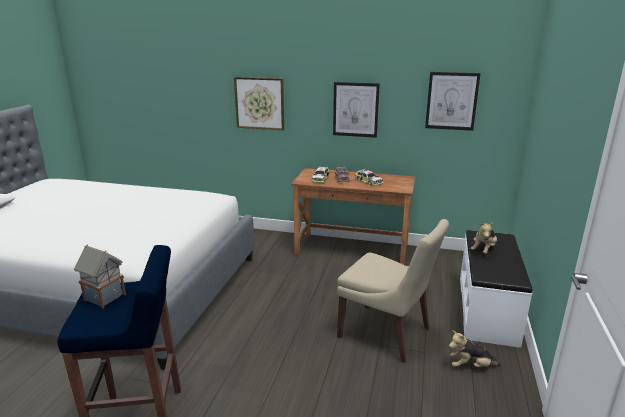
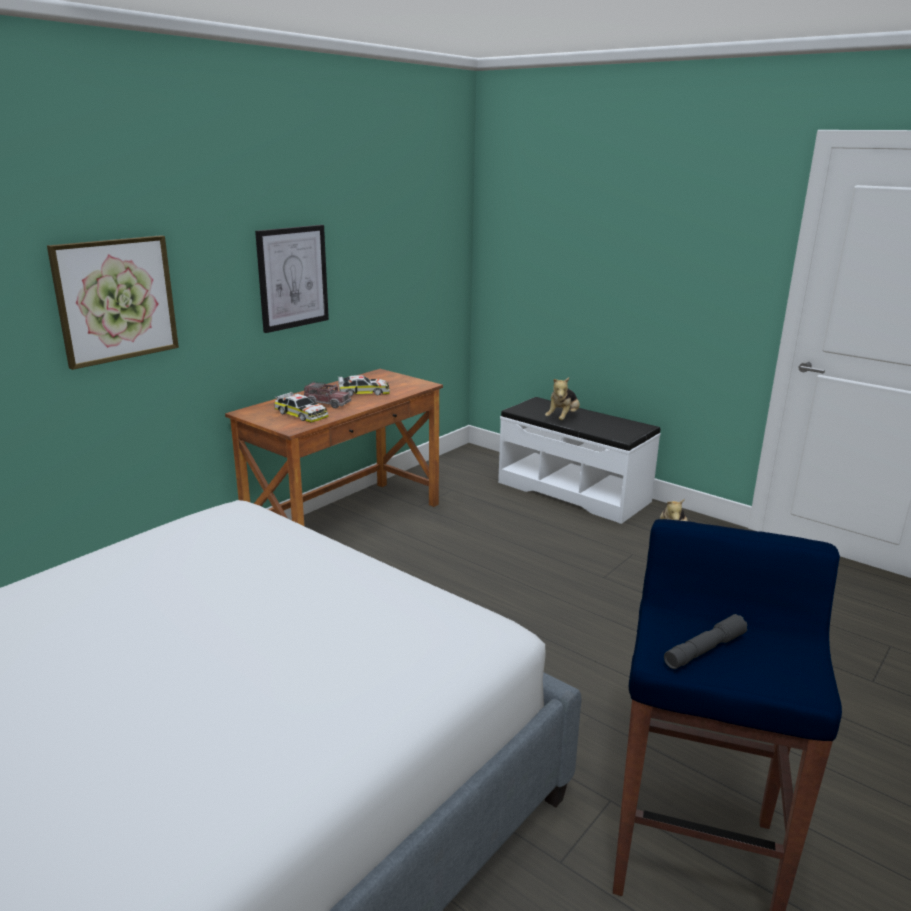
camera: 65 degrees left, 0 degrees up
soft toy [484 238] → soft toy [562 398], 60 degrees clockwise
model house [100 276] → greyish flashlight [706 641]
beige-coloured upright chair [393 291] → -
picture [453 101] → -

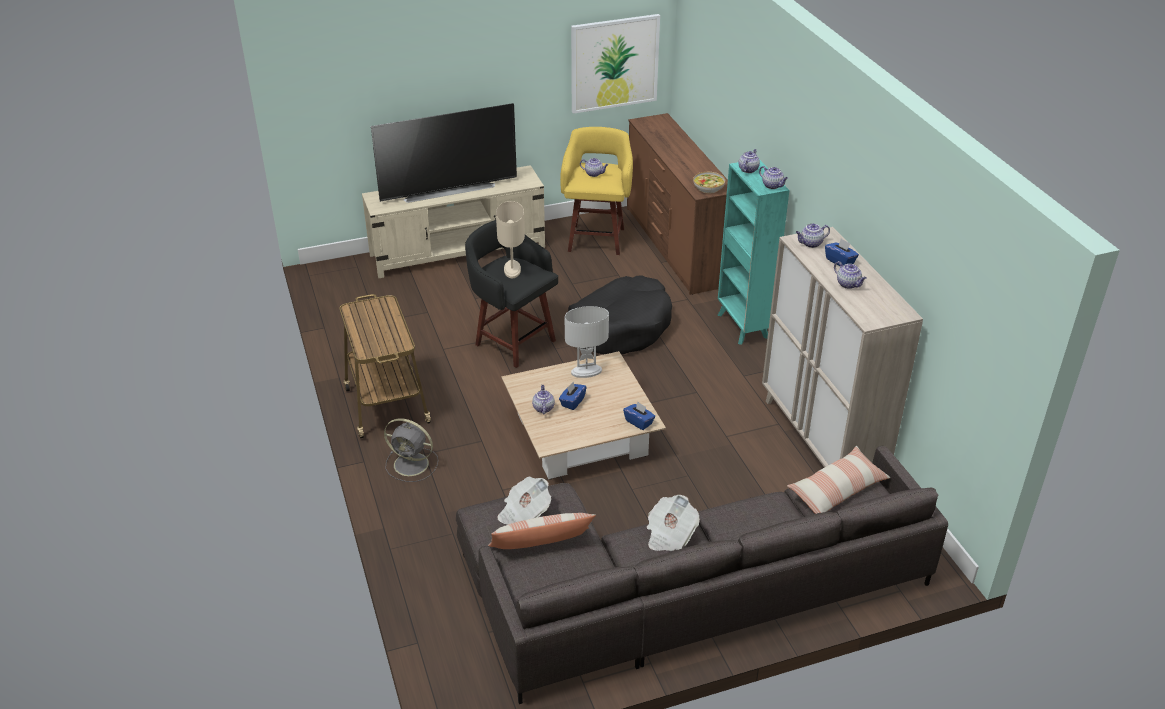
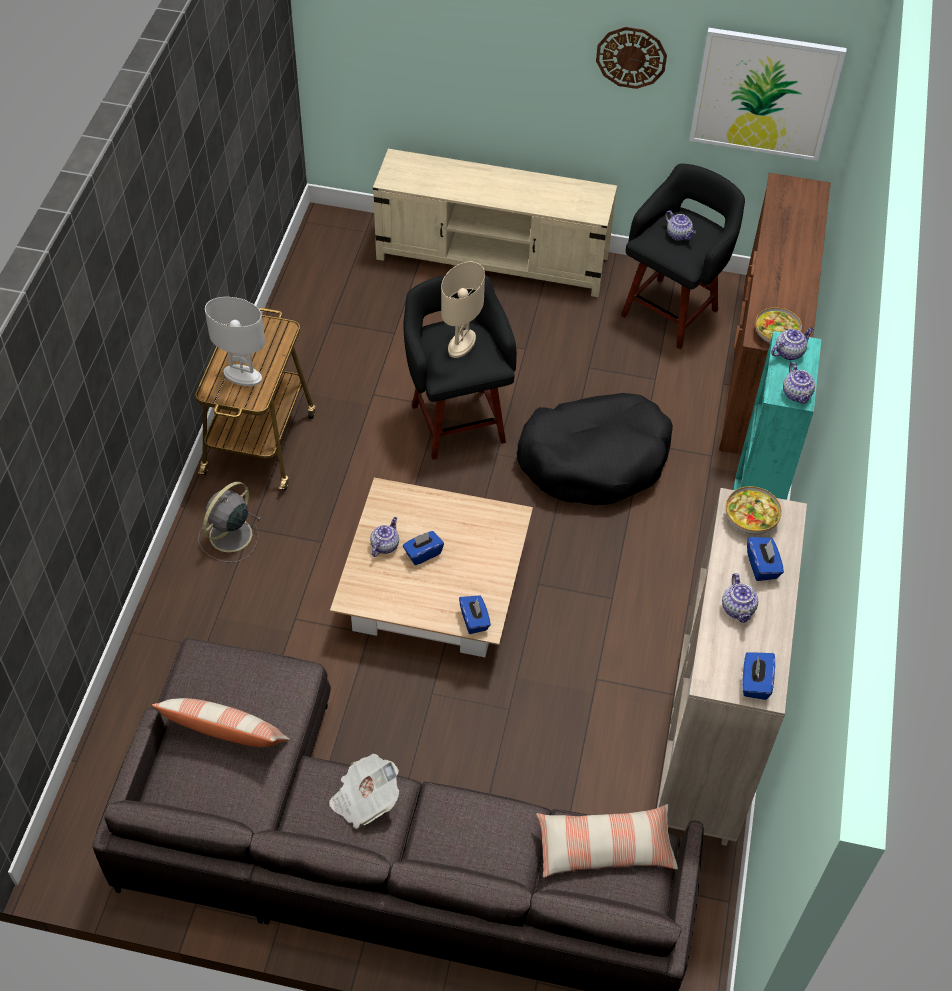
camera: 30 degrees right, 15 degrees up
greyish cooling fan [411 450] → greyish cooling fan [229 522], 75 degrees clockwise
whitish table lamp [587 342] → whitish table lamp [235 341], moved
- → wall clock [631 58]
yellowish stool seat [596 191] → black stool seat [683 256]
teapot [813 236] → bowl [754 510]
- → blue tissue box [758 676]
television [444 153] → -
printed paper [524 500] → -

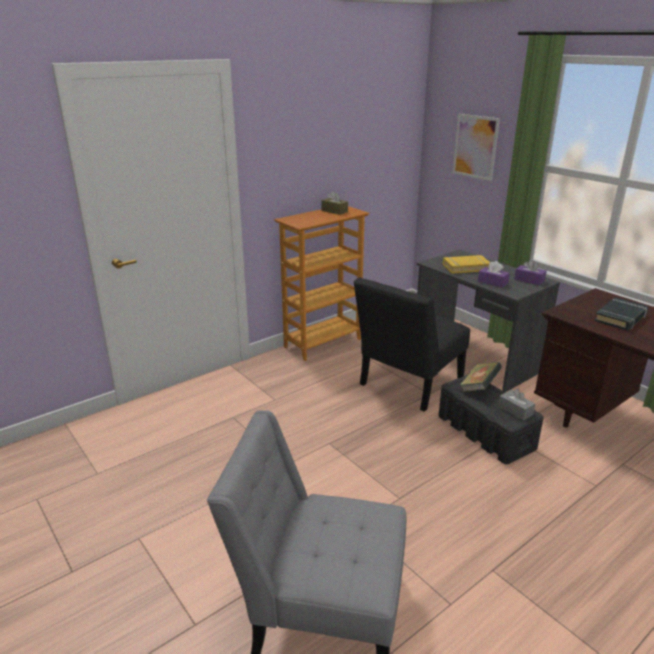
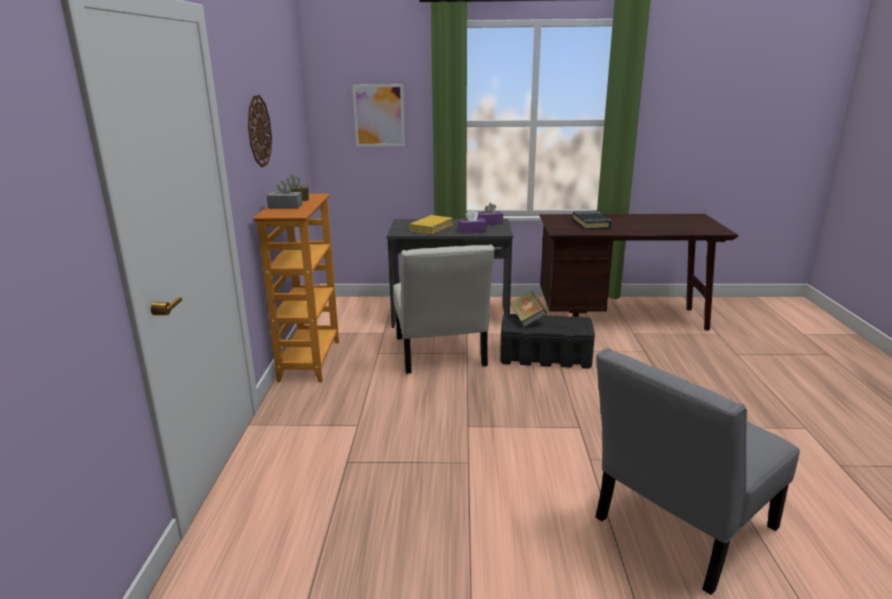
camera: 50 degrees left, 5 degrees down
- → wall clock [260 131]
greyish tissue box [516 405] → greyish tissue box [284 195], moved
black upright chair [411 344] → whitish upright chair [444 309]

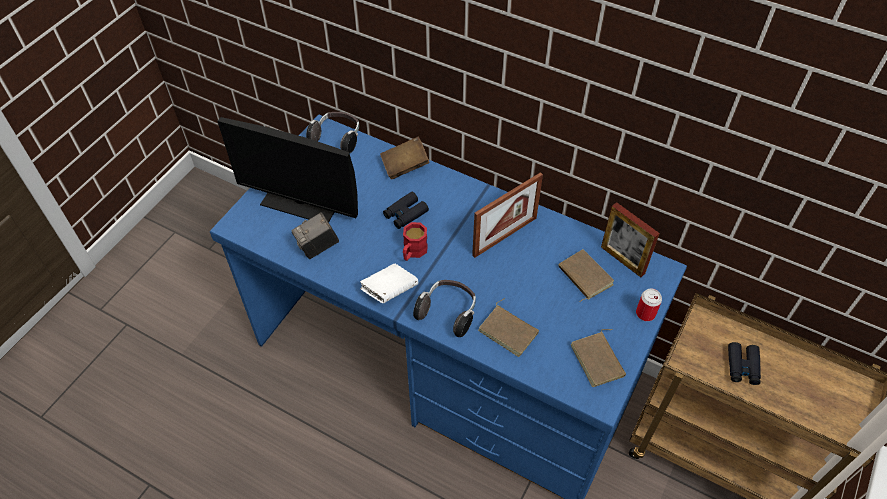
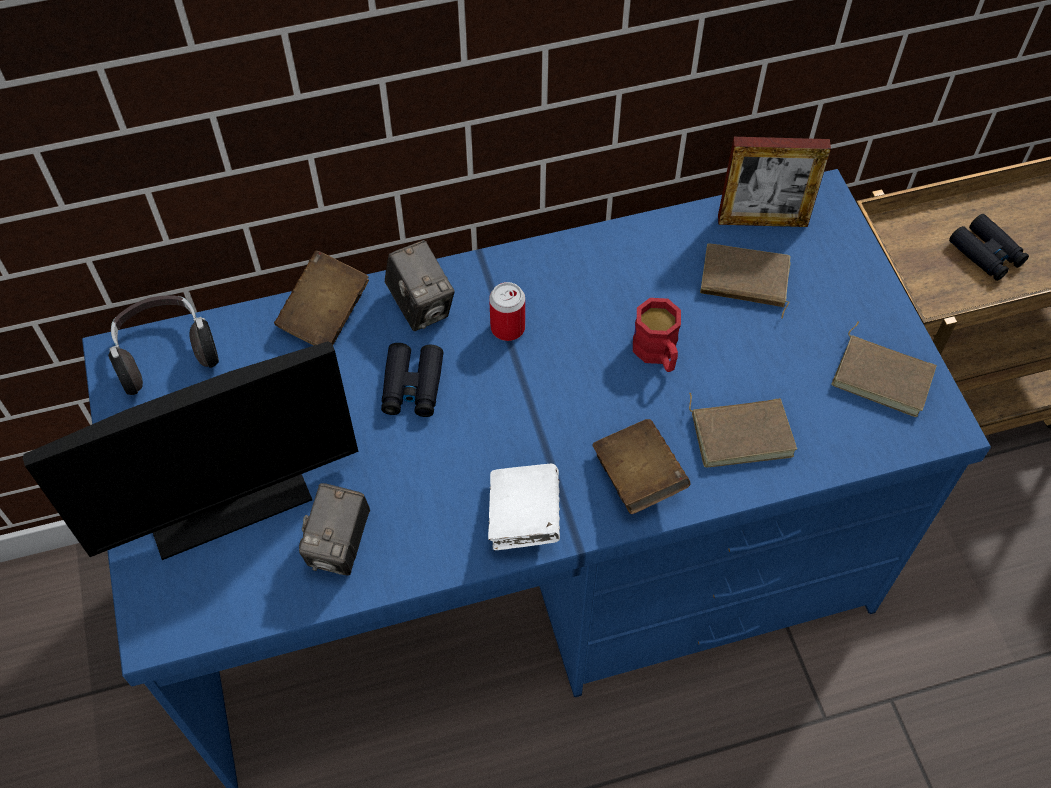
camera: 45 degrees left, 5 degrees up
- → still camera [420 285]
metal can [649 305] → metal can [507 311], moved
pair of headphones [444 308] → brown volume [641 466]
reddish mug [415 241] → reddish mug [657 335], moved
standing frame [507 215] → -

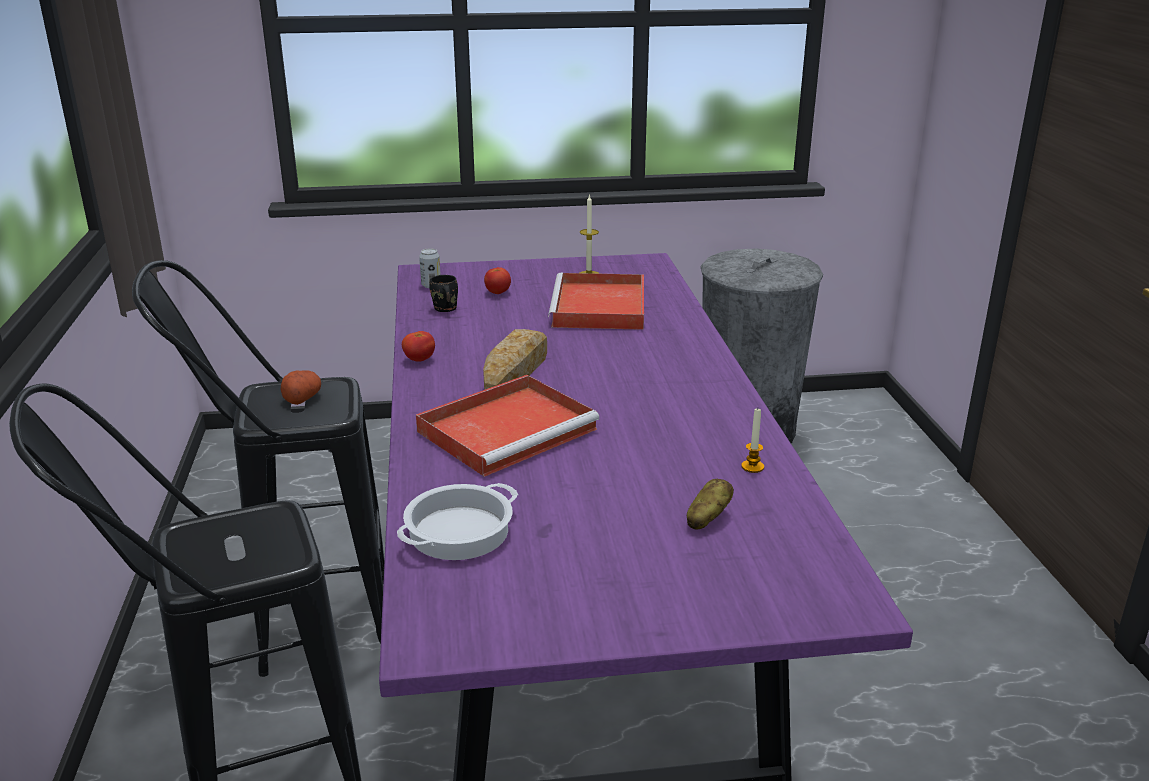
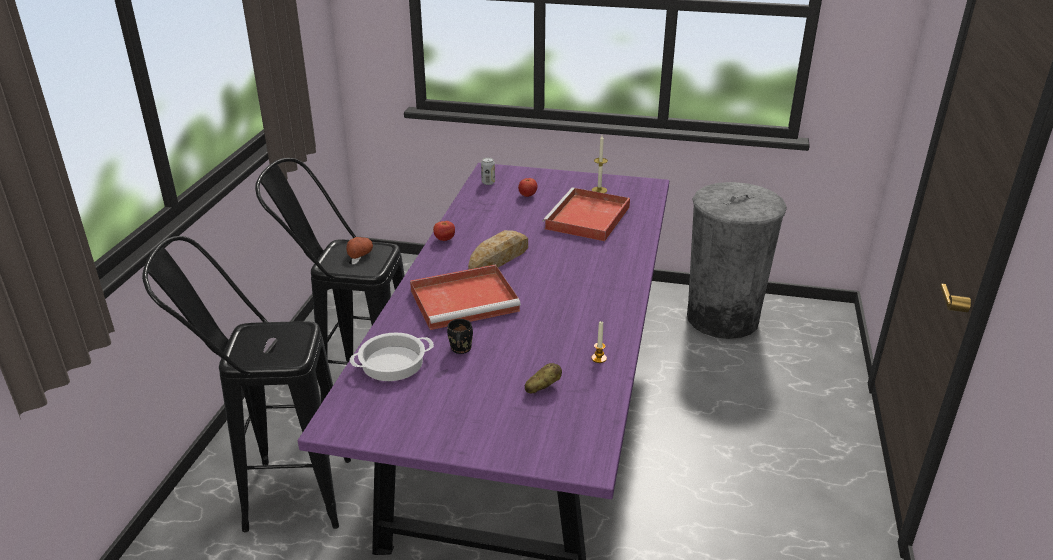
camera: 20 degrees right, 5 degrees up
black mug [443 293] → black mug [460 336], moved

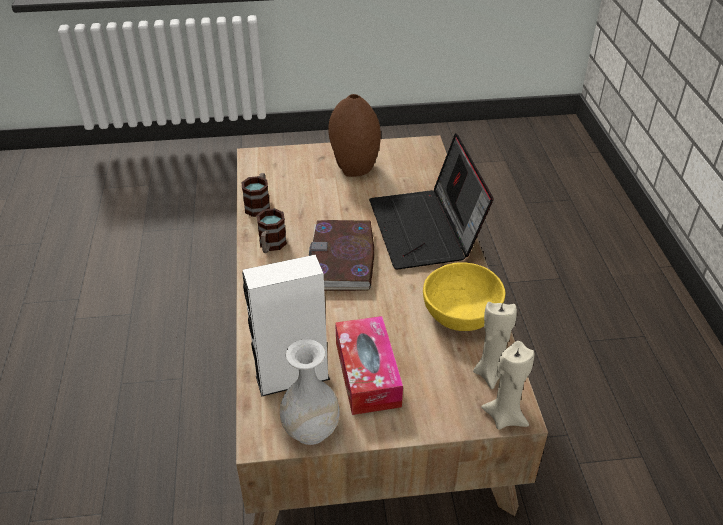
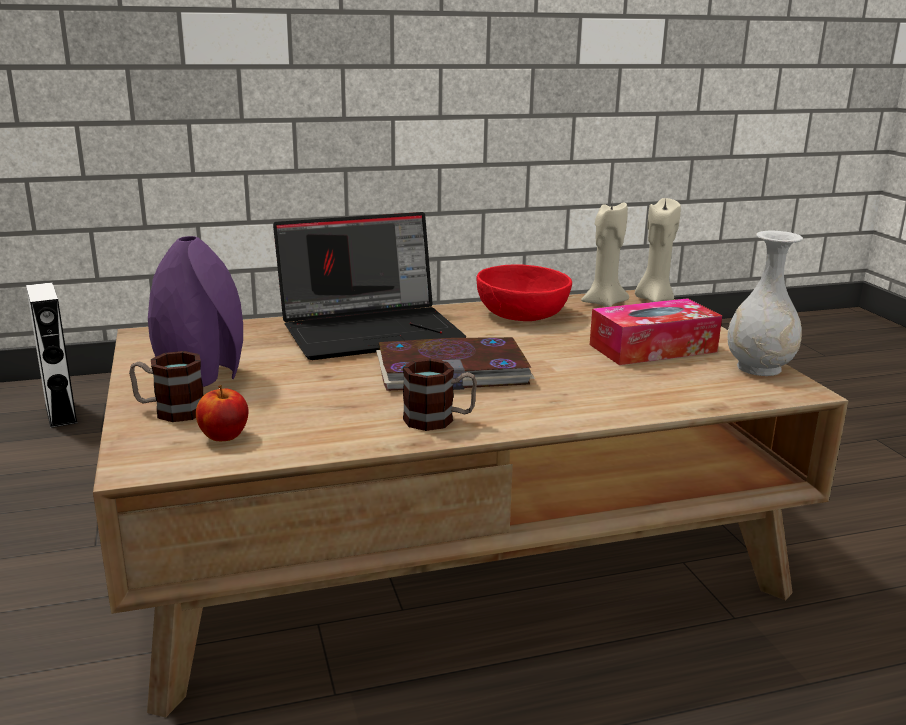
camera: 100 degrees left, 20 degrees down
whitish loudspeaker [286 325] → whitish loudspeaker [52 355], moved
mug [255 195] → mug [166 386], moved
brown flower vase [354 135] → purple flower vase [195 311]
- → whole apple [222 413]
yellowish bowl [464 296] → reddish bowl [524 293]

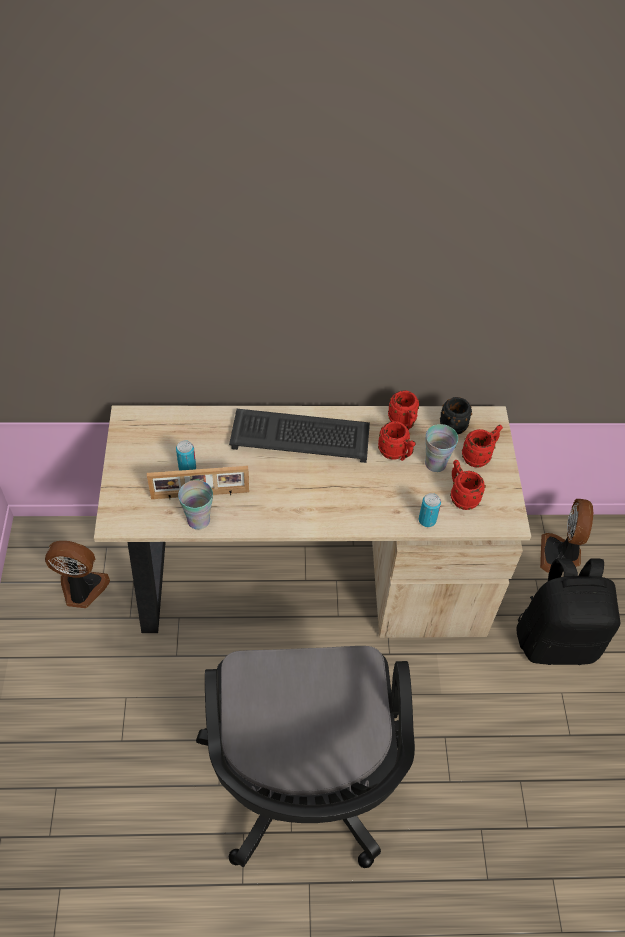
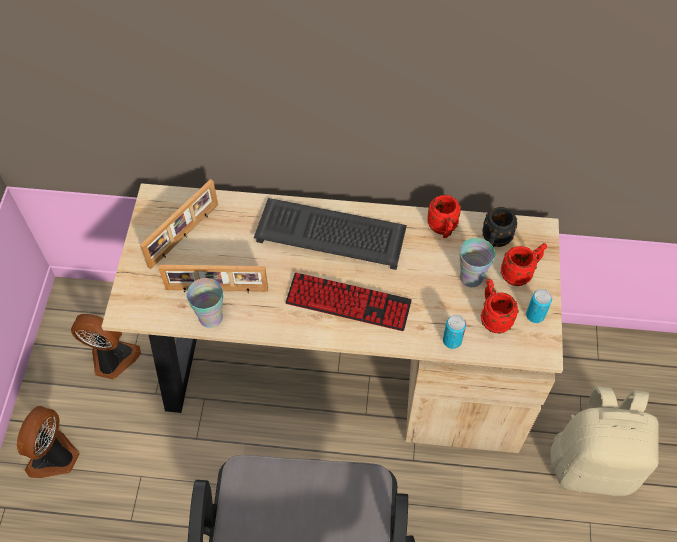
camera: 10 degrees right, 5 degrees up
cooling fan [566 536] → cooling fan [48 442], moved
- → standing frame [179 224]
- → keyboard [348 302]
metal can [186 455] → metal can [539 306], moved
black rucksack [568 611] → beige-coloured rucksack [605 441]
reddish mug [397 441] → -

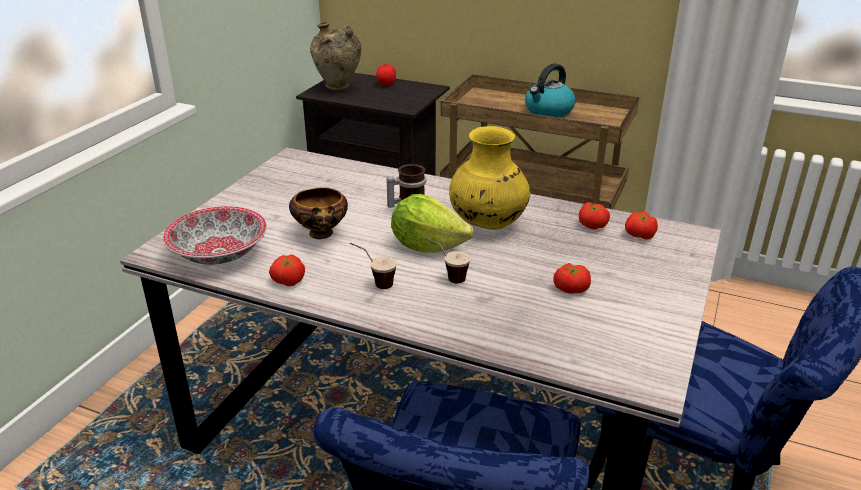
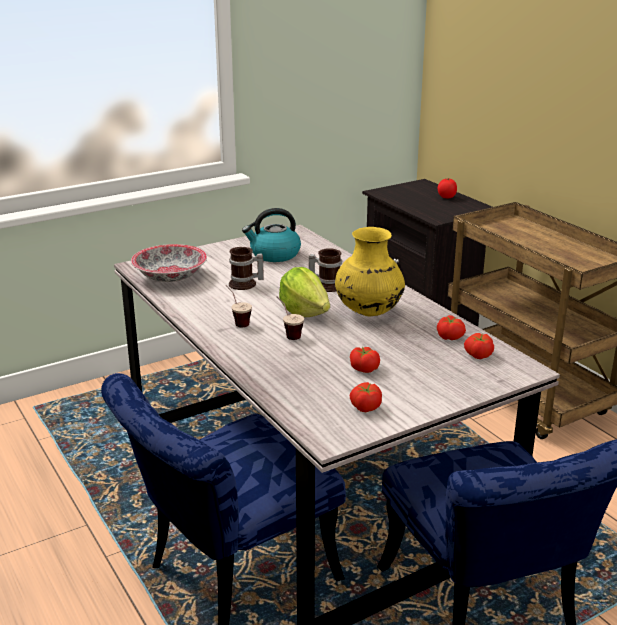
camera: 35 degrees right, 5 degrees down
bowl [318 213] → mug [246 268]
tea kettle [550 91] → tea kettle [271 235], moved
whole tomato [287 270] → whole tomato [366 397], moved
beige-coloured flower vase [336 56] → -

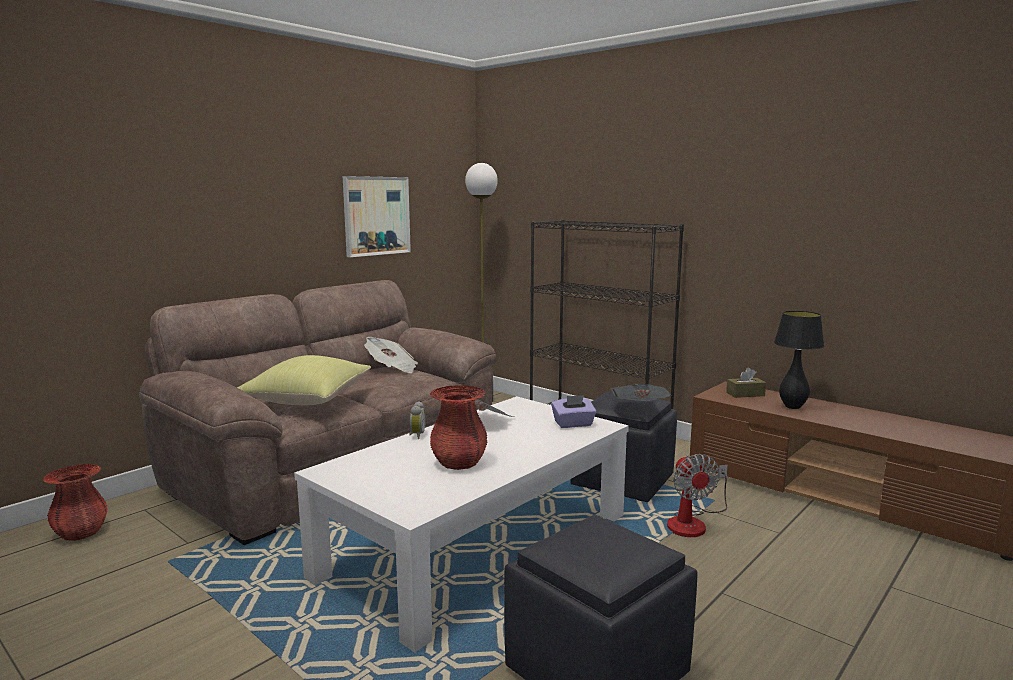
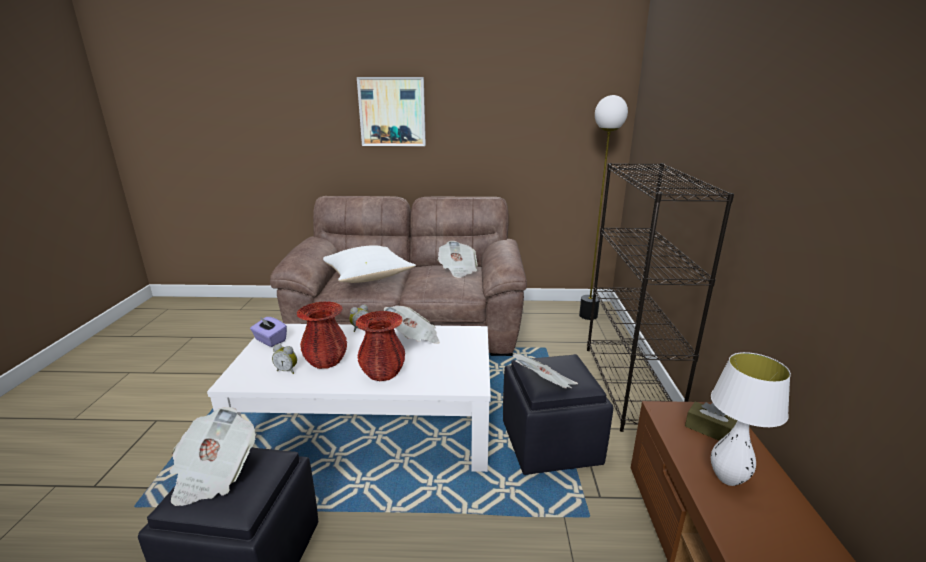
camera: 50 degrees right, 10 degrees up
- → printed paper [213 456]
purple tissue box [574 411] → purple tissue box [268 331], moved
- → alarm clock [284 359]
yellowish pillow [304 380] → whitish pillow [369 264]
reddish flower vase [75 502] → reddish flower vase [380 346], moved
picture [377 216] → picture [391 111], moved
black table lamp [799 360] → whitish table lamp [751 419]
cooling fan [697 495] → -

